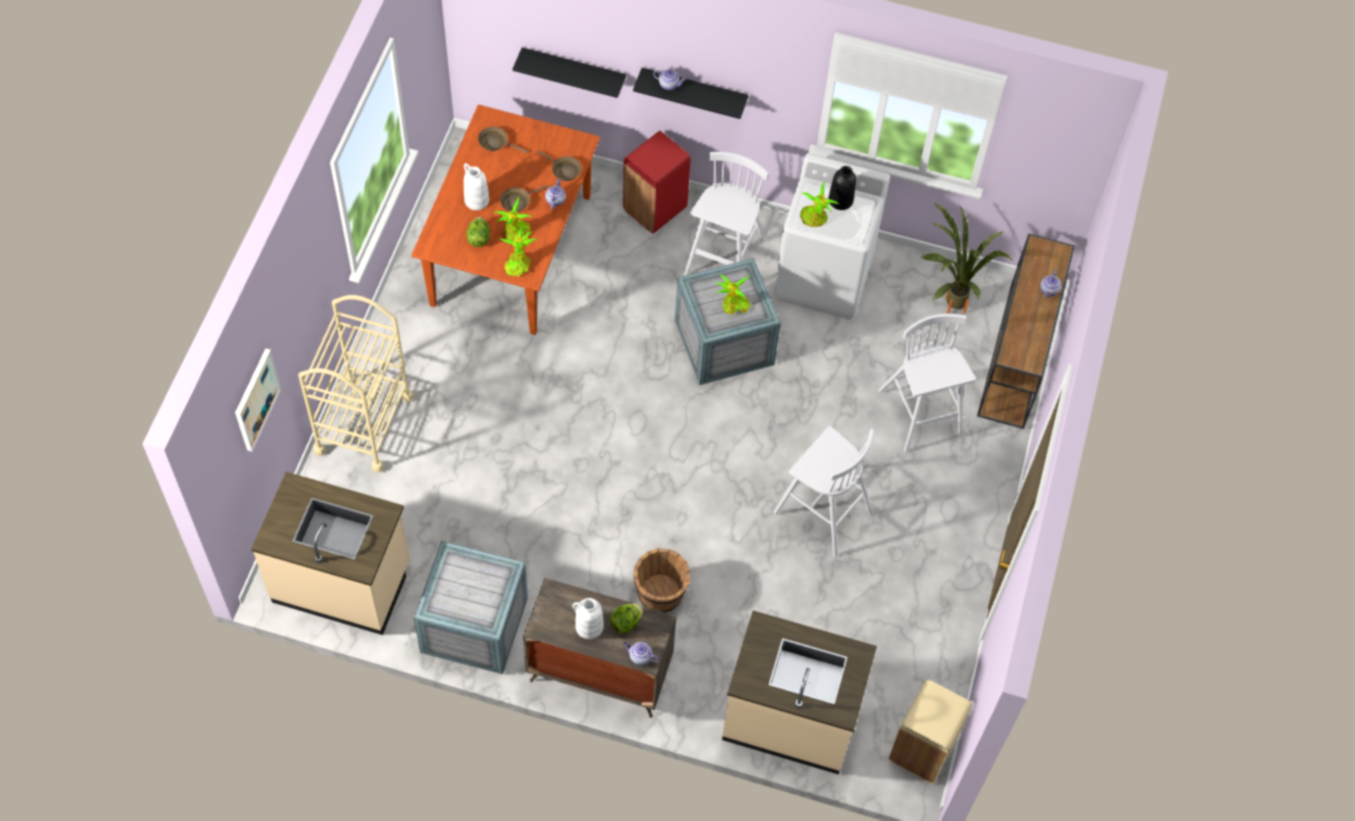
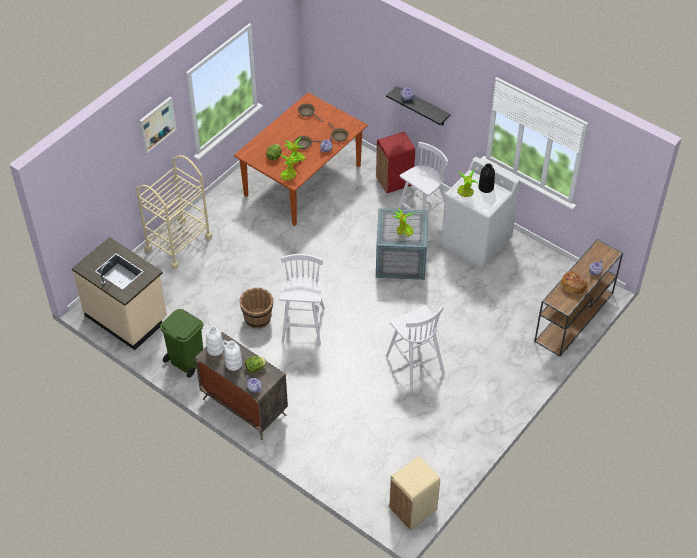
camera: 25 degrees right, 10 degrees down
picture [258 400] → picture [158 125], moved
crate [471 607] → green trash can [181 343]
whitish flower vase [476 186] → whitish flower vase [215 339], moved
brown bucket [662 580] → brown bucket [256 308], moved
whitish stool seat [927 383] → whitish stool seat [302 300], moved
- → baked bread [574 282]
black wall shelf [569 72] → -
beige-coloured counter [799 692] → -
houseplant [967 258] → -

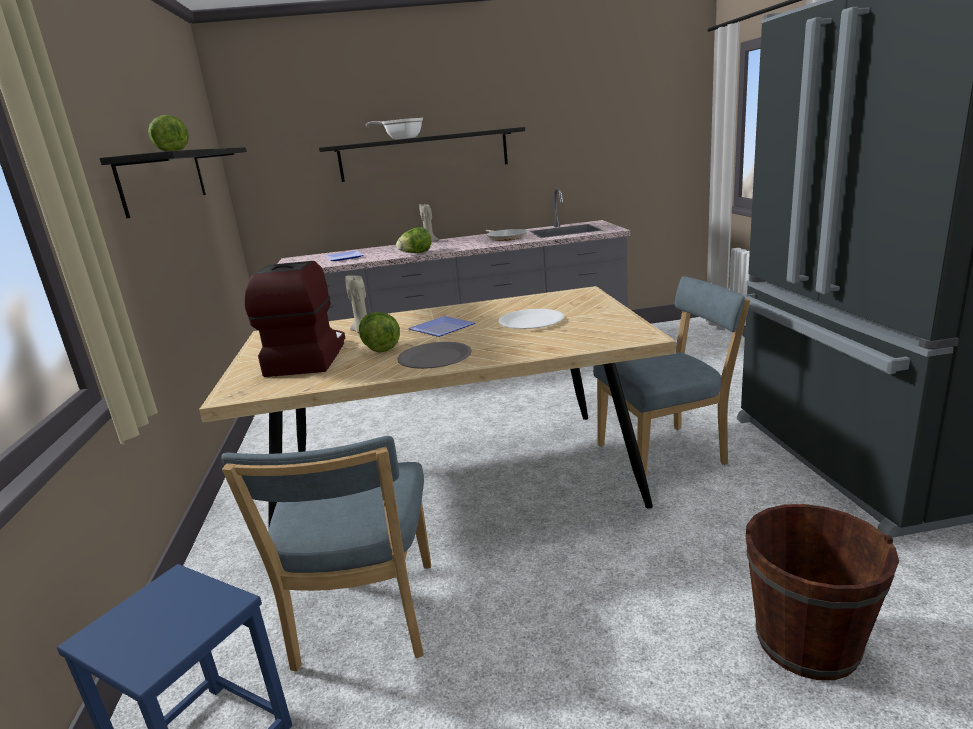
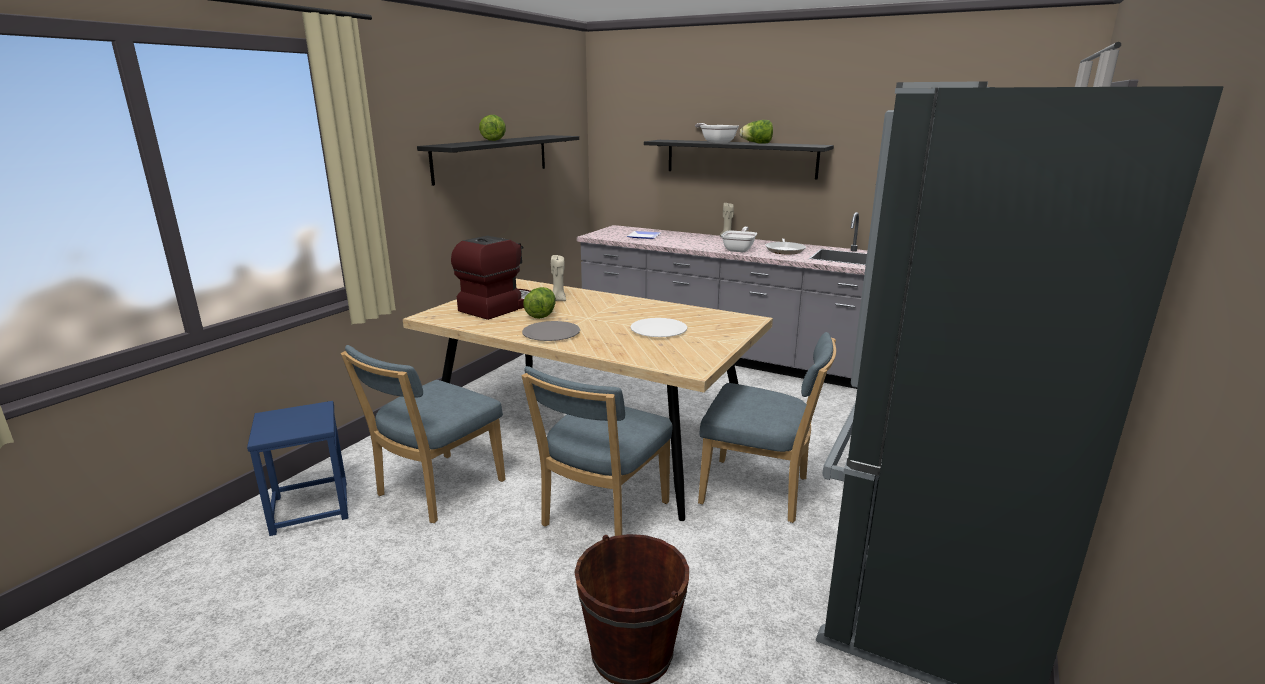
camera: 35 degrees right, 0 degrees up
- → blue upright chair [596 451]
- → pan [739 239]
lettuce [413 240] → lettuce [756 132], moved
dinner plate [441 326] → -

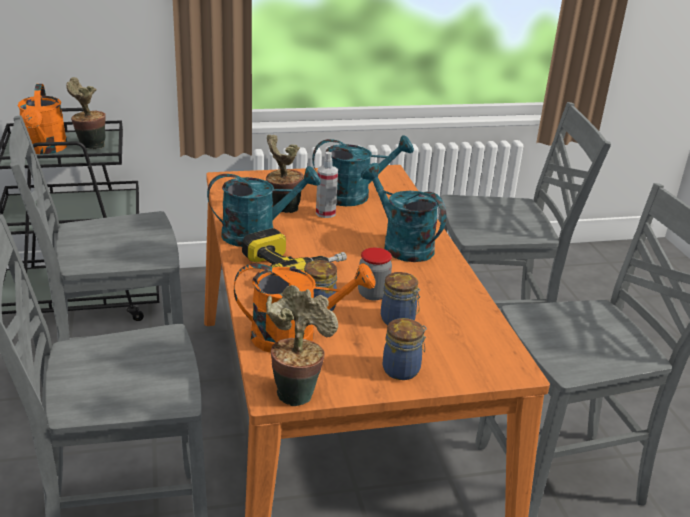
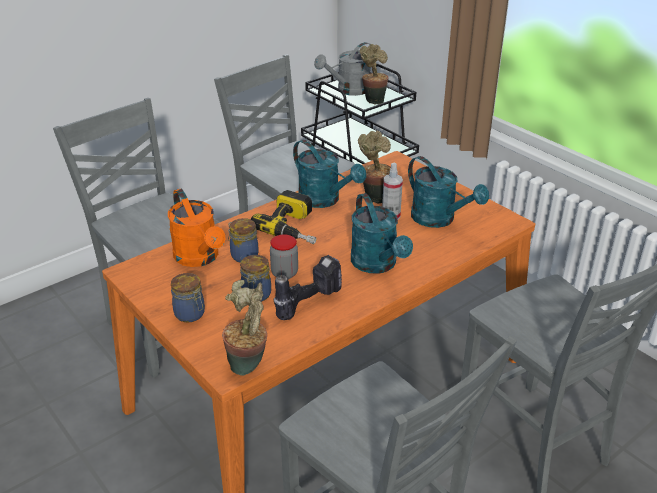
camera: 65 degrees right, 5 degrees up
houseplant [302 345] → houseplant [244 328], moved
- → power drill [308 287]
orange watering pot [42 119] → greyish watering pot [343 69]
turquoise-coloured watering pot [403 212] → turquoise-coloured watering pot [382 233], 135 degrees clockwise

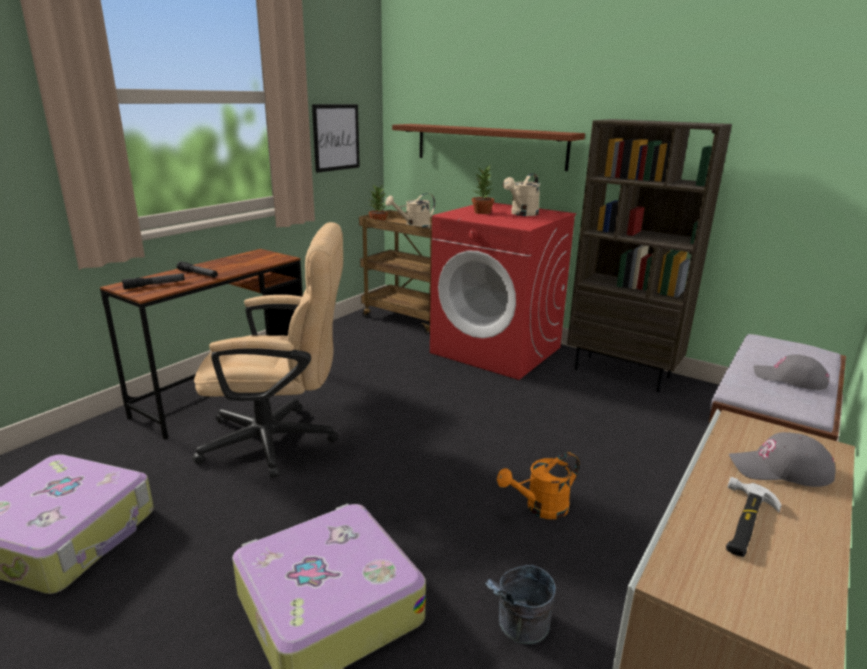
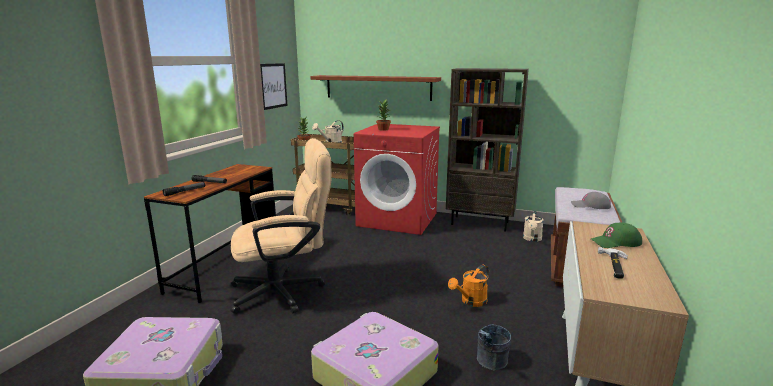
camera: 15 degrees left, 5 degrees down
beige-coloured watering pot [521 194] → beige-coloured watering pot [533 226], moved
greyish peaked cap [782 459] → green peaked cap [616 235]

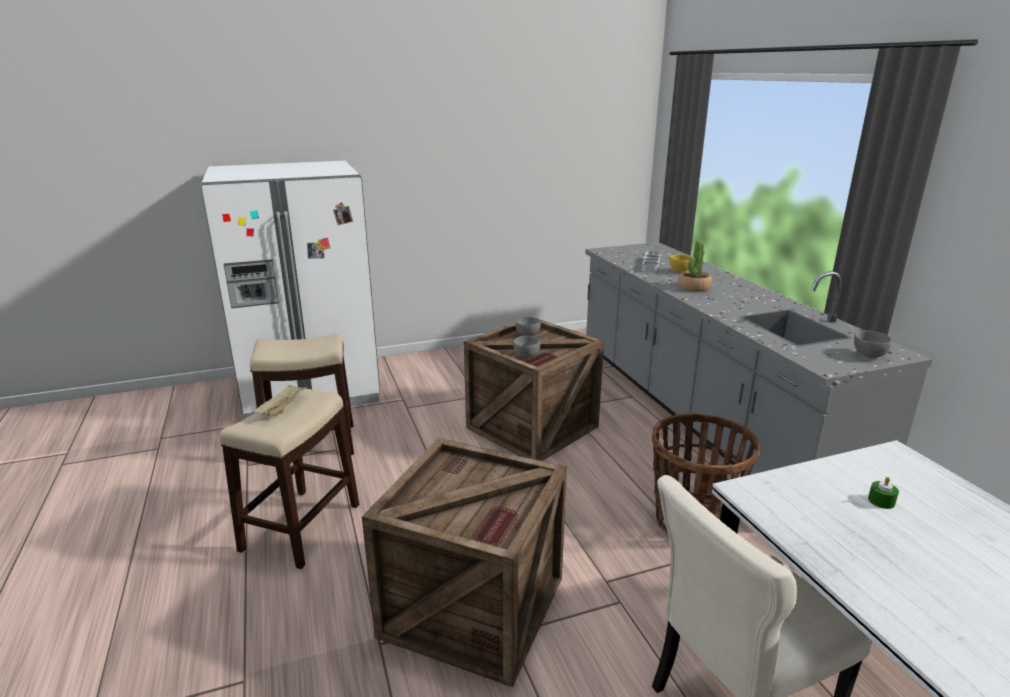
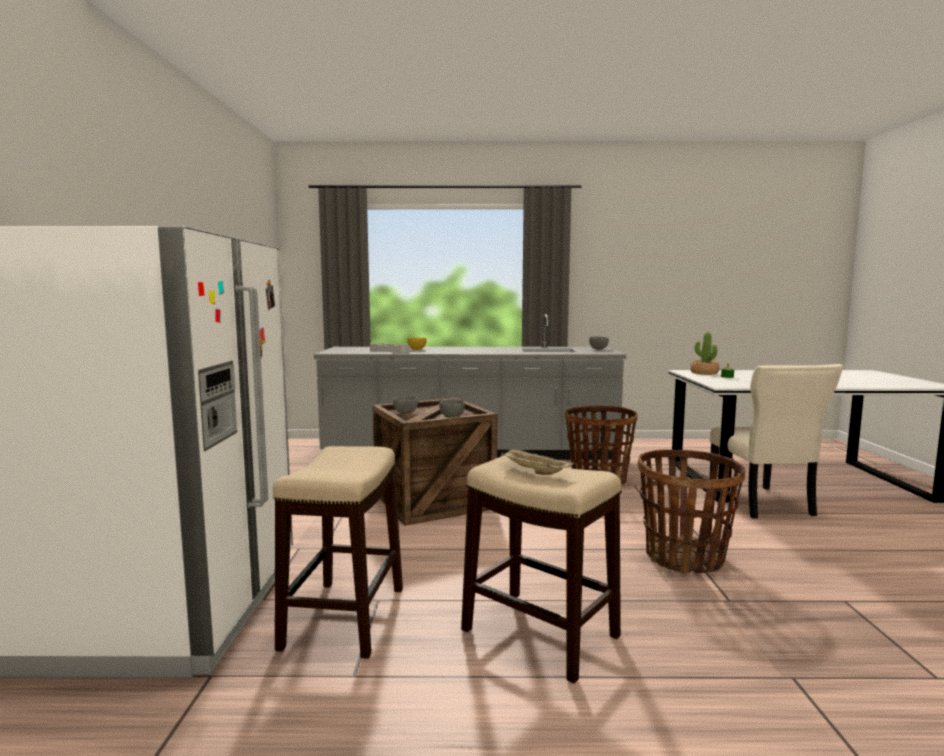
camera: 70 degrees left, 15 degrees down
crate [464 562] → basket [691 512]
houseplant [695 266] → houseplant [705 353], moved

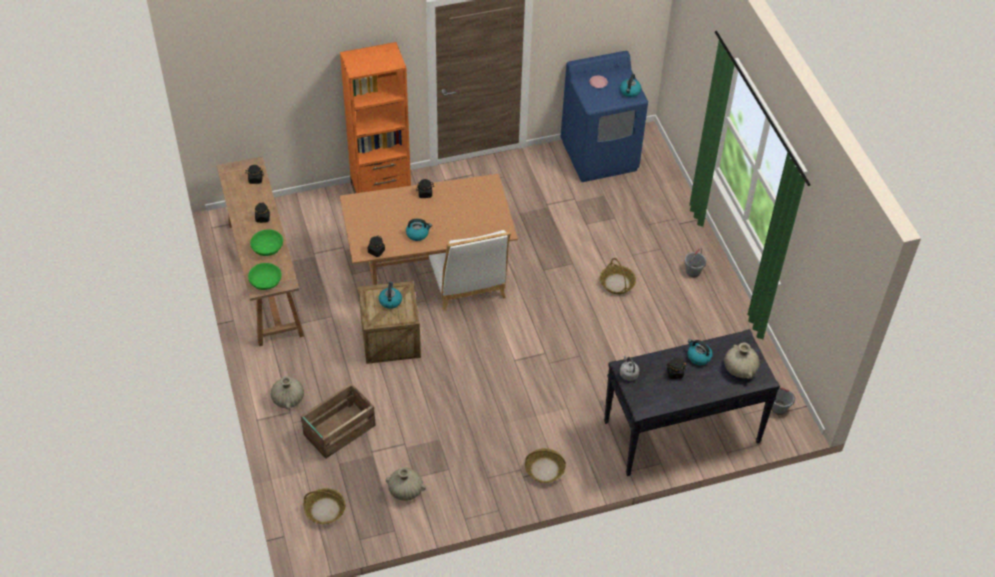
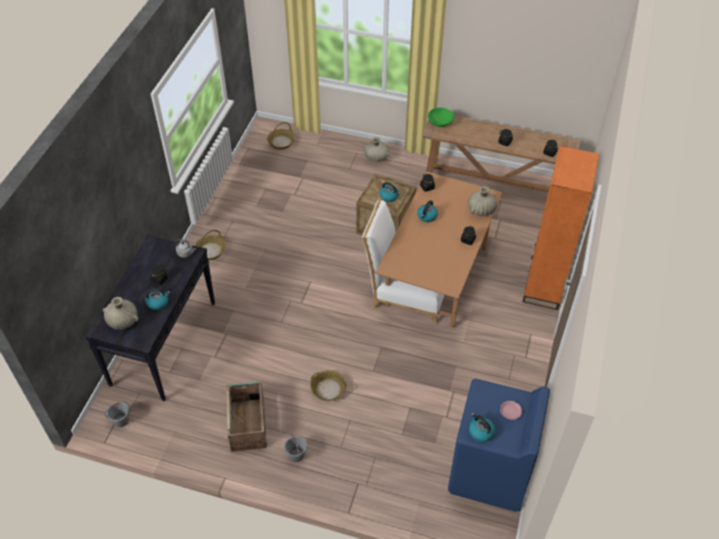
camera: 125 degrees right, 0 degrees up
crate [338 421] → crate [246 416], moved
beige-coloured flower vase [406 484] → beige-coloured flower vase [482 201], moved
green bowl [266 242] → -

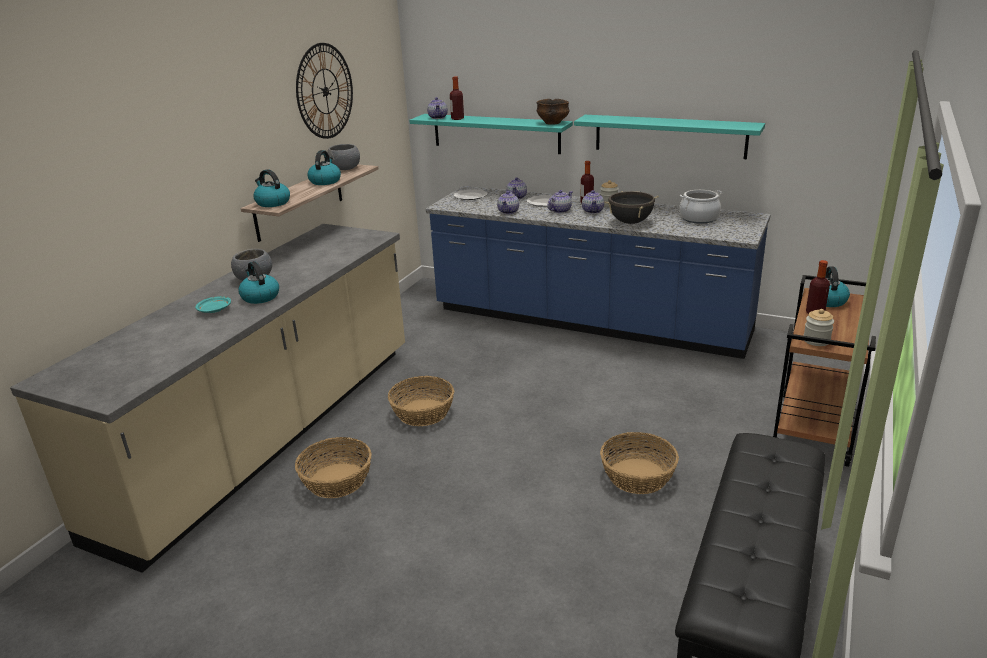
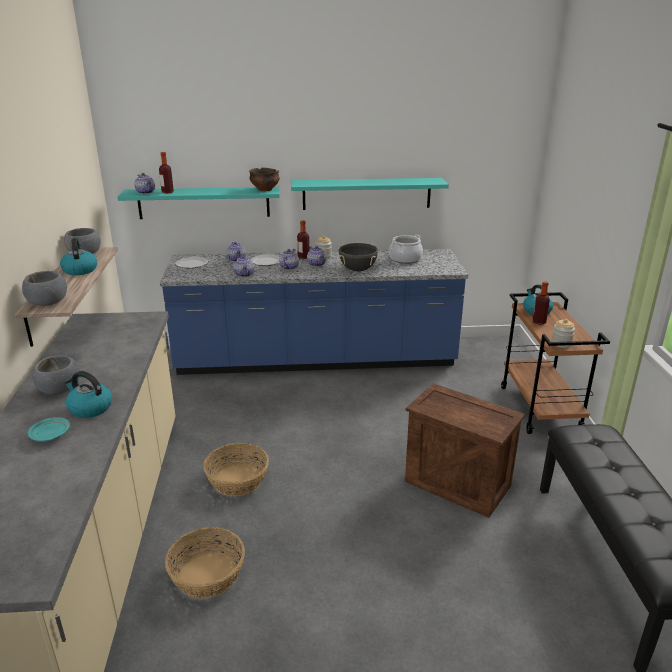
camera: 30 degrees left, 0 degrees up
tea kettle [271 188] → greyish bowl [44 288]
basket [639 463] → crate [465 450]
wall clock [324 91] → -

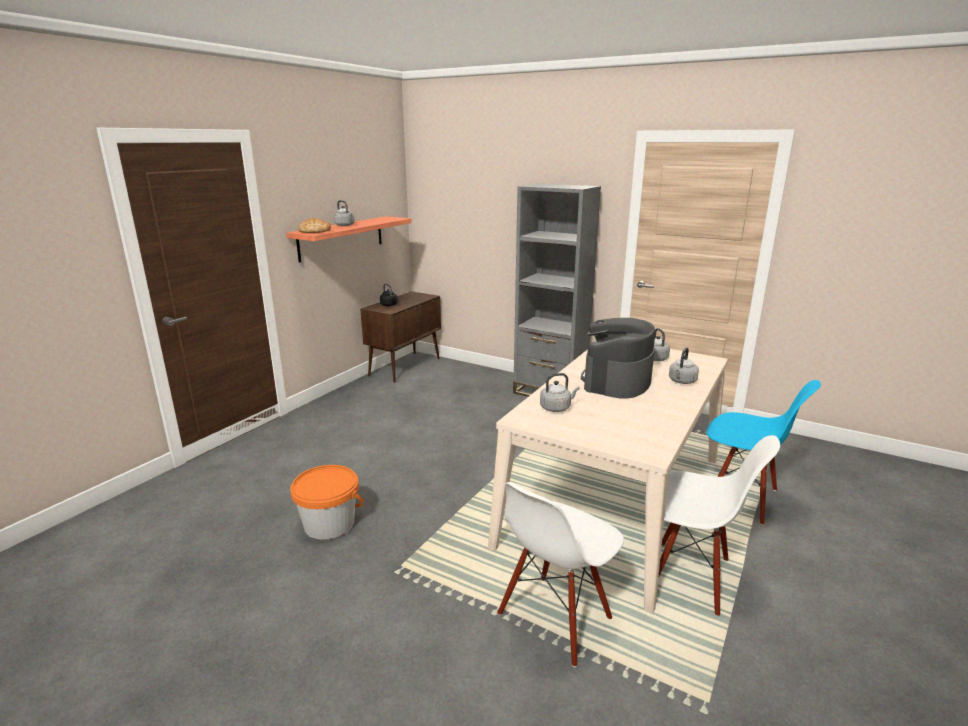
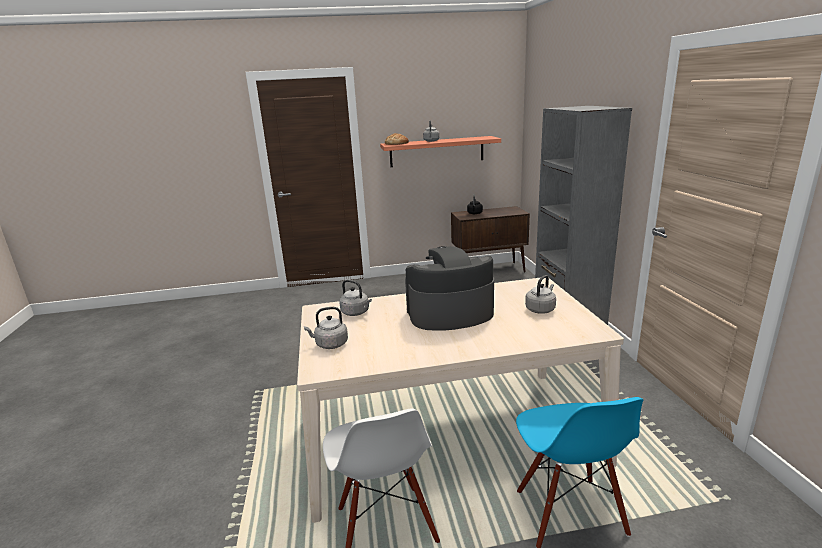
camera: 50 degrees right, 0 degrees up
greyish tea kettle [684 365] → greyish tea kettle [326 328], moved
orange bucket [327 502] → -
whitish upright chair [560 574] → -

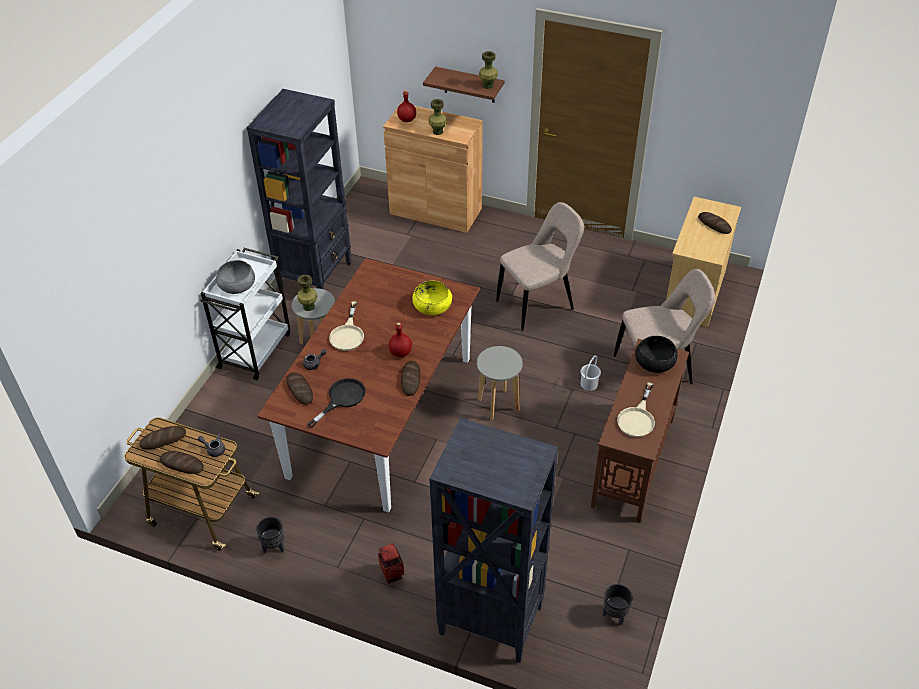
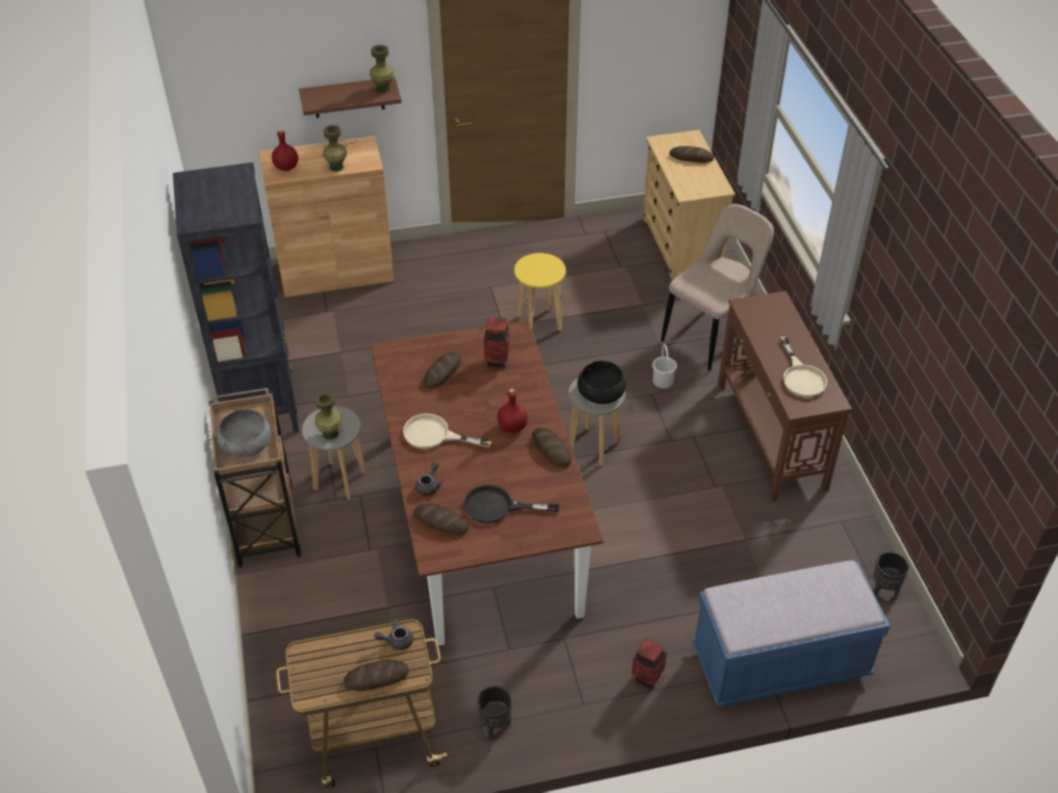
camera: 35 degrees left, 0 degrees up
whitish trolley [245 314] → brown trolley [255 478]
beige-coloured pan [346 326] → beige-coloured pan [447 431], 135 degrees clockwise
baked bread [162 438] → baked bread [442 370], moved
black pan [336 403] → black pan [511 504], 90 degrees counterclockwise
yellowish bowl [432 298] → flower vase [496 343]
beige-coloured upright chair [540 266] → yellowish stool seat [540 292]
black bowl [656 354] → black bowl [601 382], moved
black bookshelf [493 540] → blue long seat [791 633]

